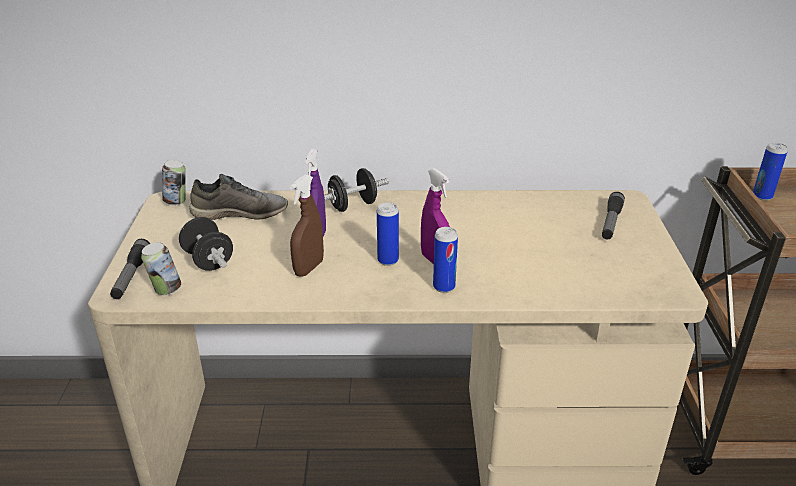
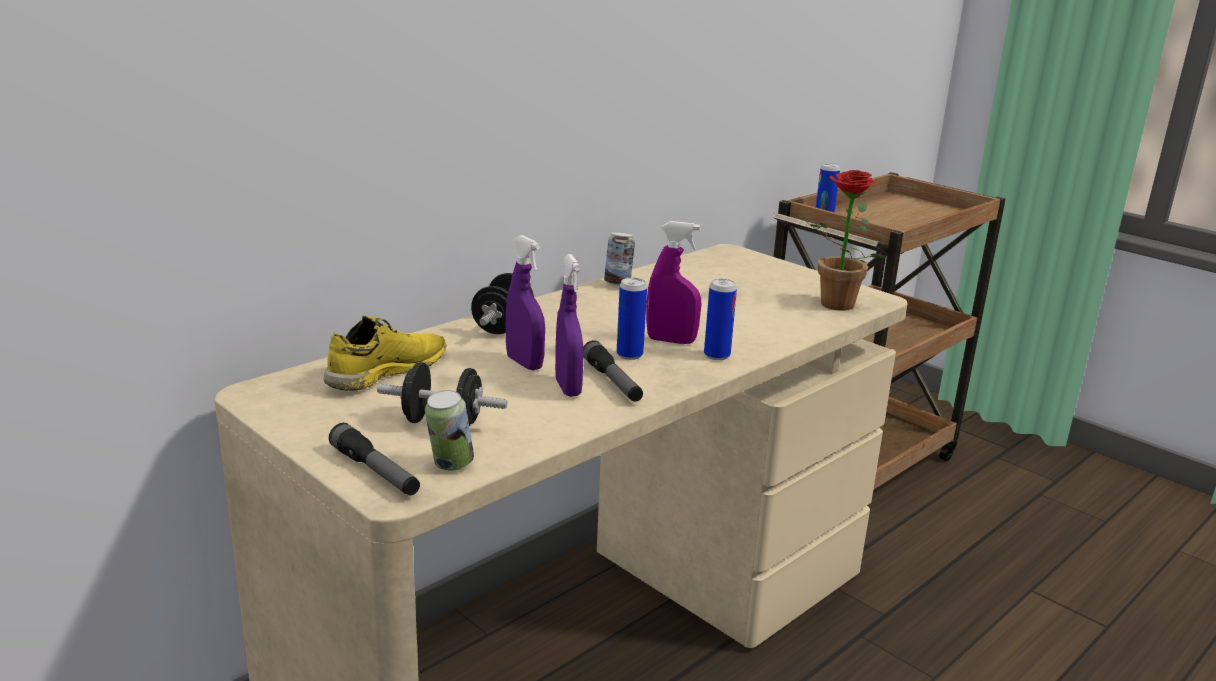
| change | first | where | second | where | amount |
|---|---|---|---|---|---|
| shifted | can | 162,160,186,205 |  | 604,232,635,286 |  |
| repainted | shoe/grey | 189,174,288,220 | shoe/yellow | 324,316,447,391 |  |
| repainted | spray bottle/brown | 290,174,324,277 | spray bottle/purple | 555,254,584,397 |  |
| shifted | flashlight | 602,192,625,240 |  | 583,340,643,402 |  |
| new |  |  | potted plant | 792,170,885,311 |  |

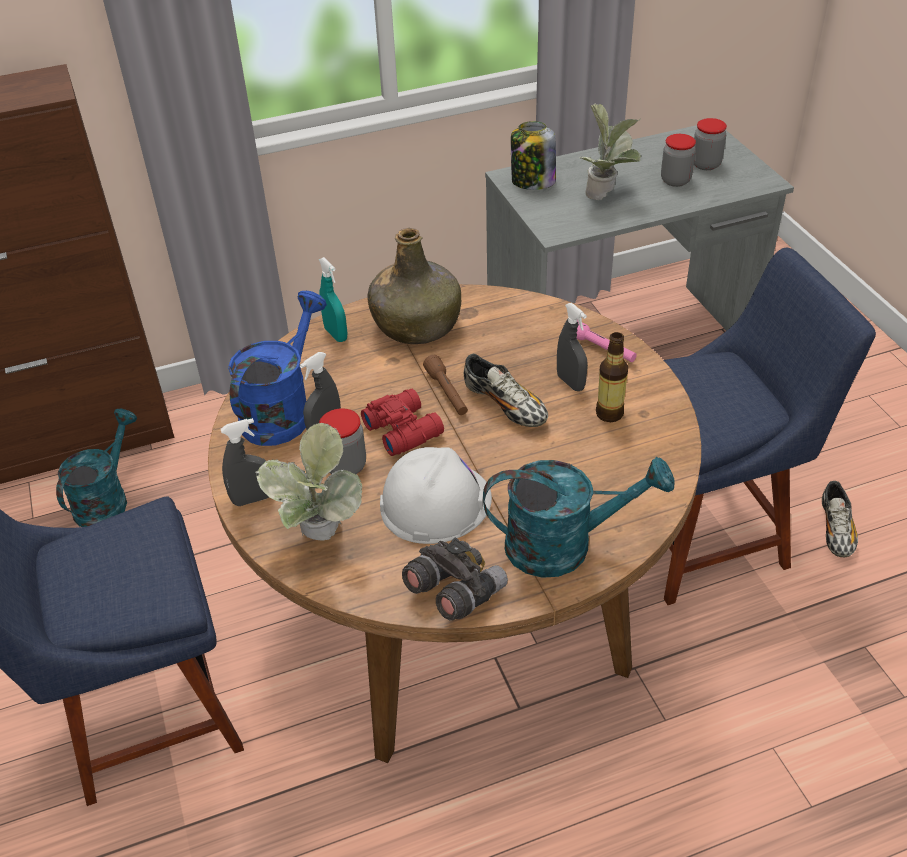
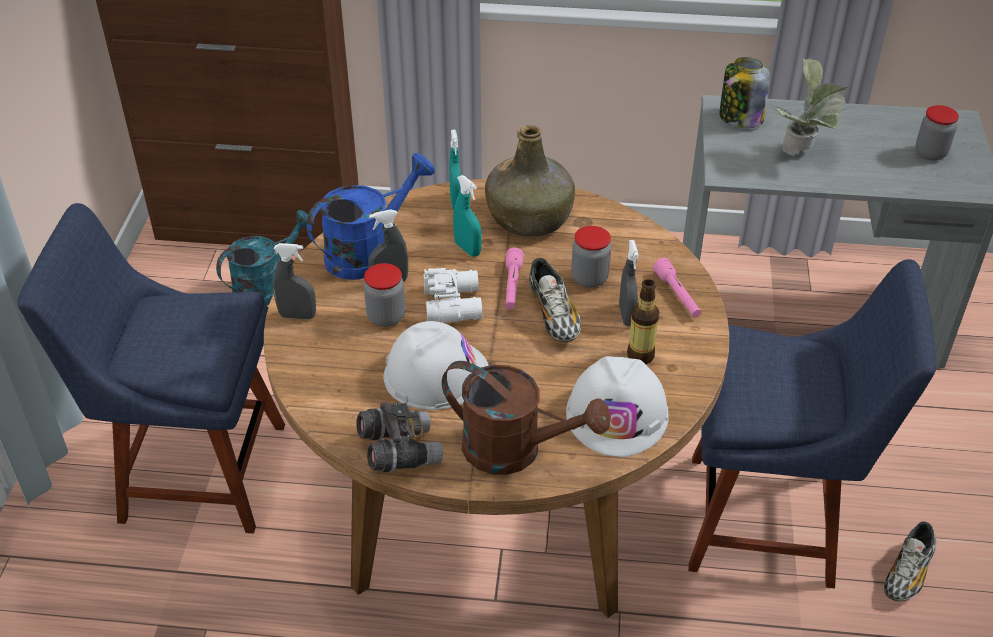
| change | first | where | second | where | amount |
|---|---|---|---|---|---|
| gone | potted plant | 256,423,362,541 |  |  |  |
| repainted | binoculars/red | 361,389,444,456 | binoculars/white | 424,268,482,323 |  |
| repainted | flashlight/brown | 423,355,468,415 | flashlight/pink | 505,248,524,310 |  |
| repainted | watering can/turquoise | 483,457,675,578 | watering can/brown | 442,361,611,475 |  |
| shifted | jar | 661,134,696,187 |  | 571,226,611,288 |  |
| new |  |  | spray bottle/turquoise | 453,175,482,257 |  |
| new |  |  | hard hat/white | 566,356,669,457 |  |

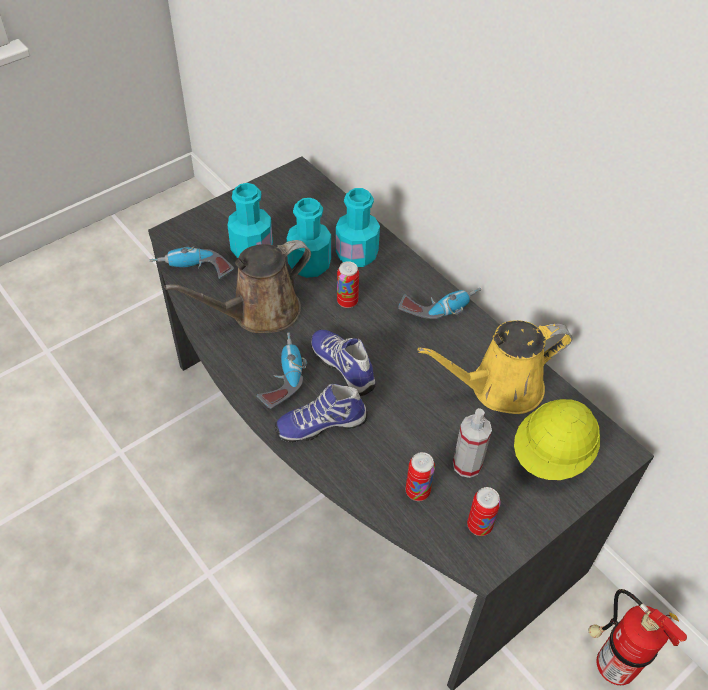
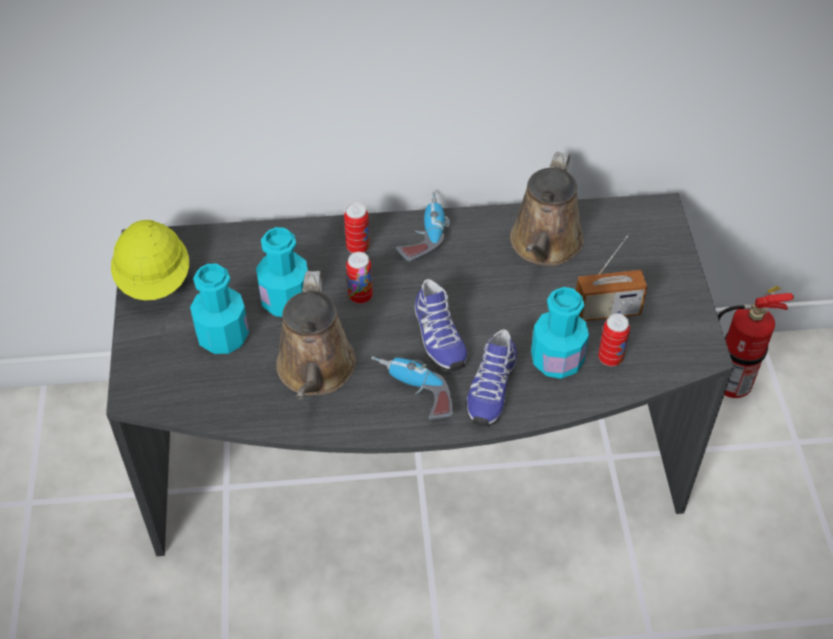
| change | first | where | second | where | amount |
|---|---|---|---|---|---|
| gone | power drill | 150,246,234,279 |  |  |  |
| rotated | shoe | 311,329,376,396 |  | 414,279,467,371 | 105 degrees counterclockwise |
| shifted | bottle/turquoise | 336,188,380,267 |  | 531,287,589,379 |  |
| repainted | watering can/yellow | 418,320,572,414 | watering can/brown | 510,152,584,266 |  |
| swapped | spray bottle | 453,408,492,478 | radio | 576,235,647,321 |  |
| shifted | can | 467,487,501,536 |  | 344,203,370,253 |  |
| shifted | hard hat/yellow | 514,399,600,480 |  | 111,220,189,300 |  |

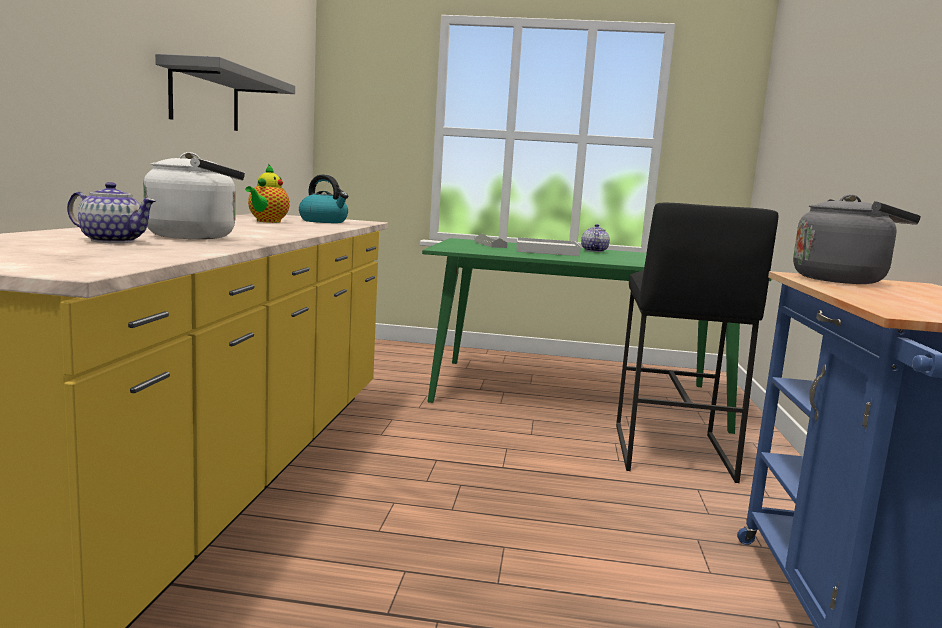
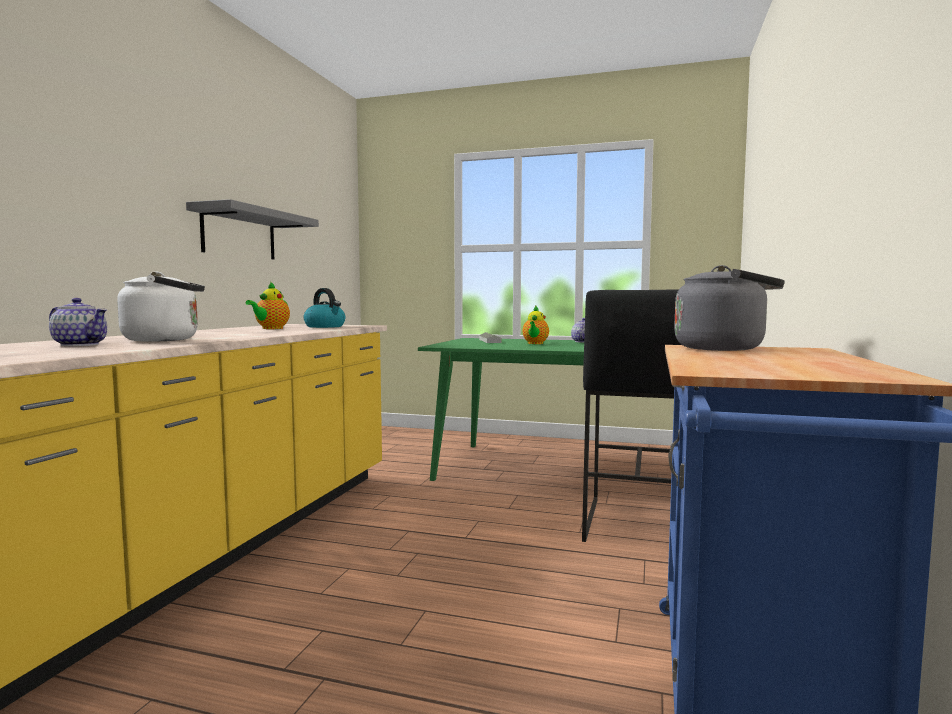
| change | first | where | second | where | amount |
|---|---|---|---|---|---|
| swapped | tray/white | 516,237,581,256 | teapot | 522,306,549,344 |  |

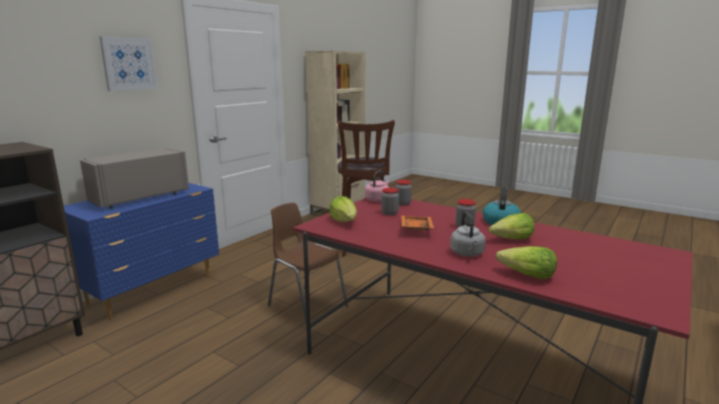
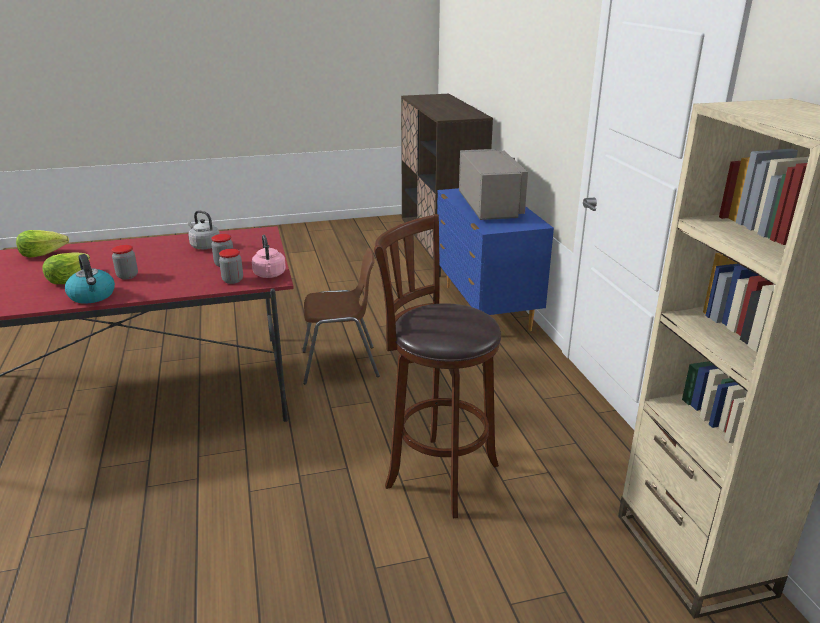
| change | first | where | second | where | amount |
|---|---|---|---|---|---|
| gone | picture | 99,36,158,91 |  |  |  |
| gone | lettuce | 329,196,357,222 |  |  |  |
| gone | tray/orange | 401,215,434,231 |  |  |  |
| shifted | kettle/grey | 450,212,486,257 |  | 188,210,220,249 |  |

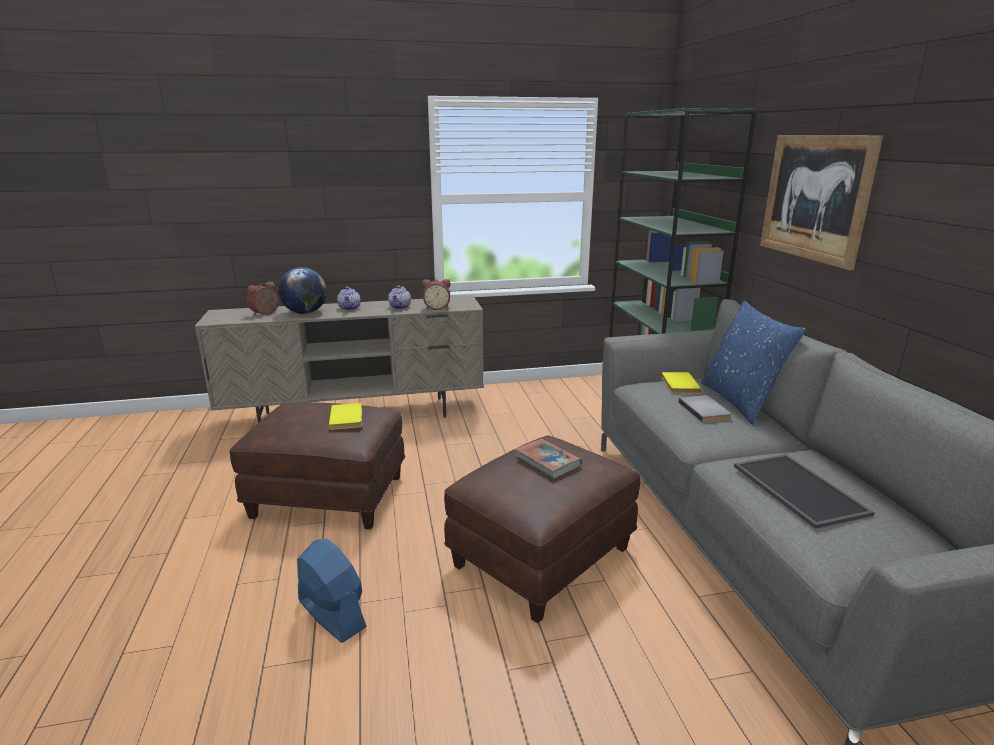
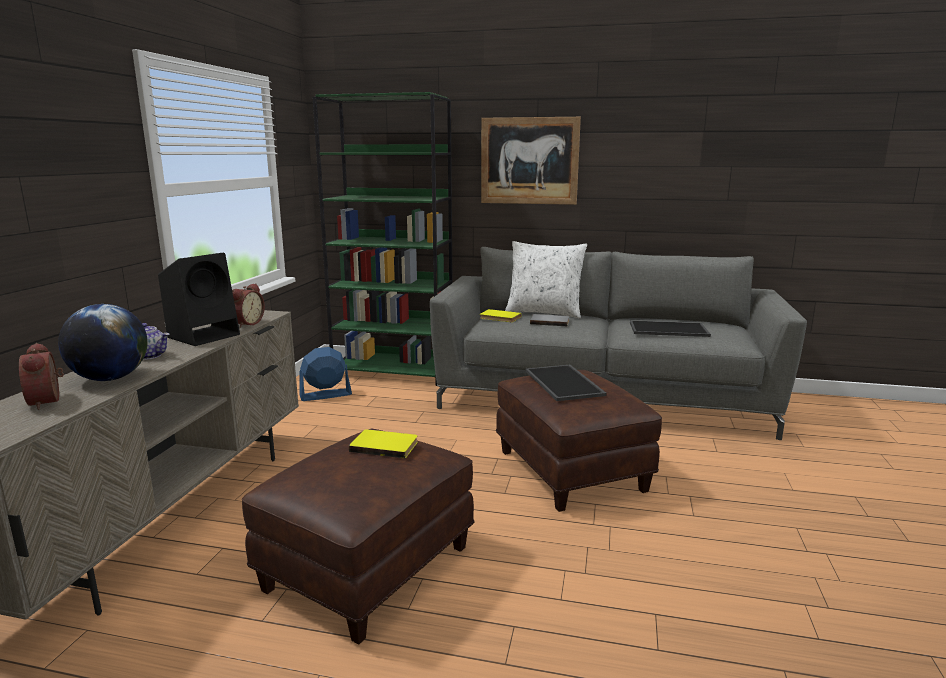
| change | first | where | second | where | amount |
|---|---|---|---|---|---|
| shifted | fan/blue | 297,539,367,643 |  | 299,347,352,401 |  |
| swapped | teapot | 388,286,411,309 | speaker/black | 158,253,240,346 |  |
| swapped | book | 515,439,582,479 | tray | 525,365,607,401 |  |
| repainted | pillow/blue | 701,301,806,424 | pillow/white | 505,241,587,318 |  |

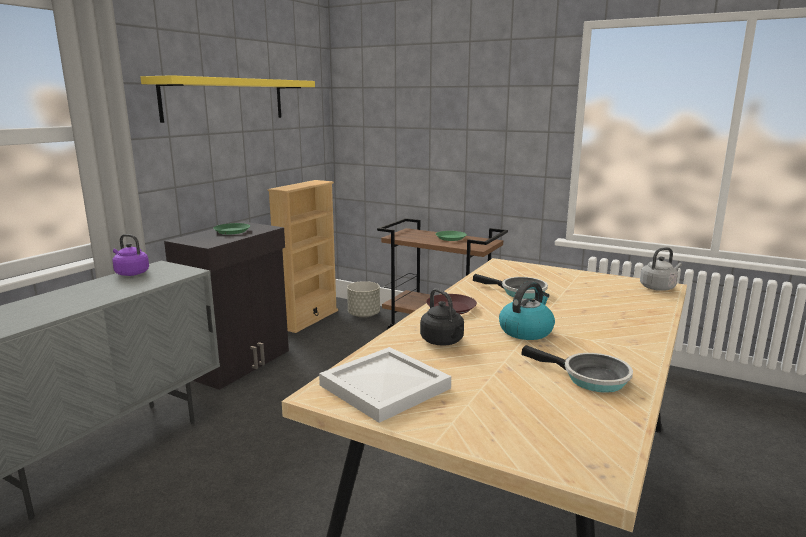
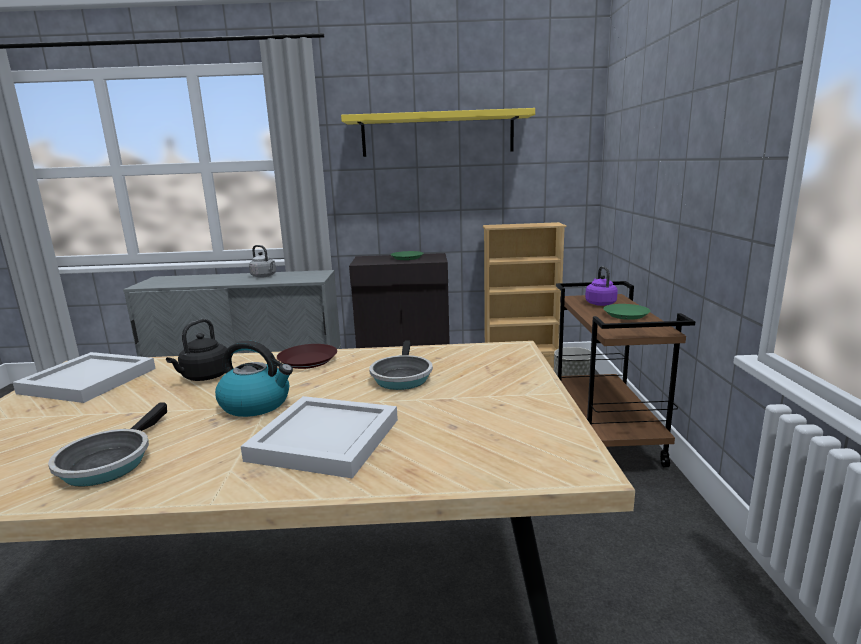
| change | first | where | second | where | amount |
|---|---|---|---|---|---|
| shifted | kettle/purple | 112,234,149,276 |  | 585,266,618,306 |  |
| shifted | kettle/grey | 640,247,682,291 |  | 249,245,276,278 |  |
| new |  |  | tray/white | 241,396,398,479 |  |

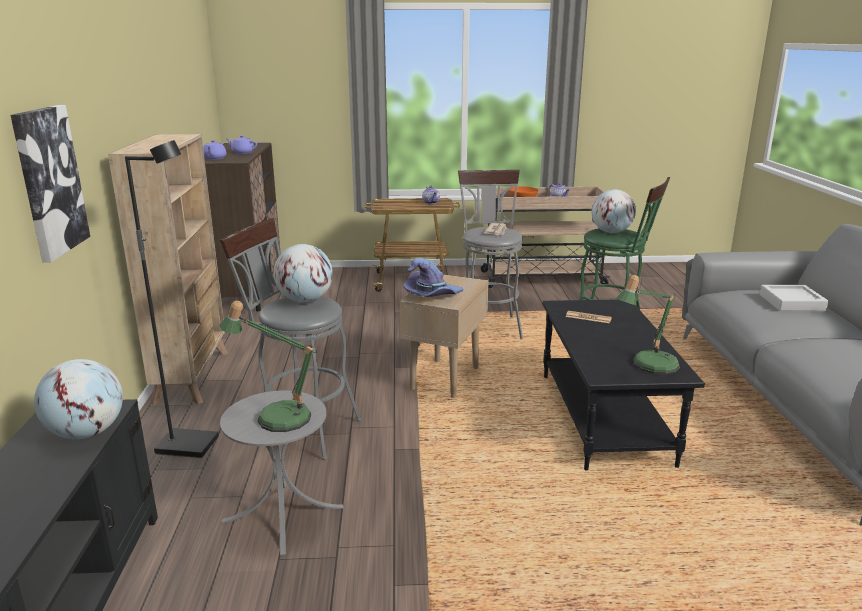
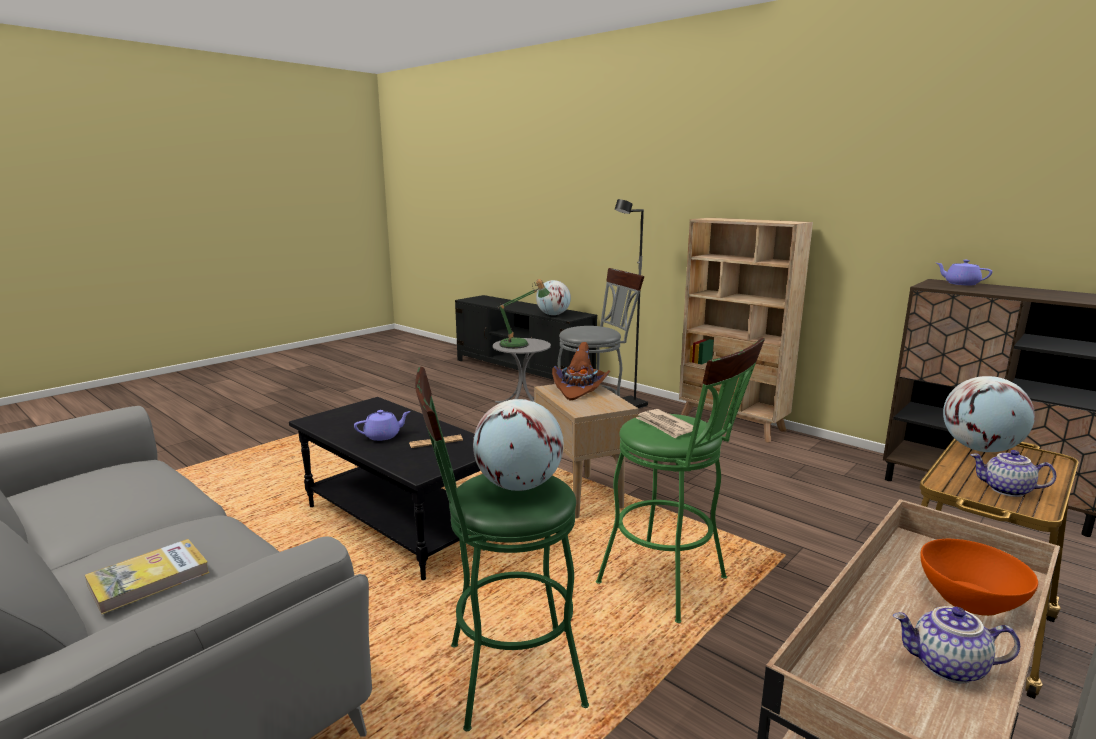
| change | first | where | second | where | amount |
|---|---|---|---|---|---|
| gone | picture | 10,105,90,263 |  |  |  |
| shifted | teapot/purple | 226,135,257,154 |  | 354,410,411,441 |  |
| shifted | globe | 274,244,333,303 |  | 943,376,1035,452 |  |
| repainted | hat/purple | 404,258,463,297 | hat/brown | 552,342,610,401 |  |
| repainted | stool/grey | 458,170,523,341 | stool/green | 596,338,765,623 |  |
| gone | table lamp | 616,275,680,375 |  |  |  |
| swapped | tray/grey | 759,285,828,311 | book | 85,539,210,614 |  |

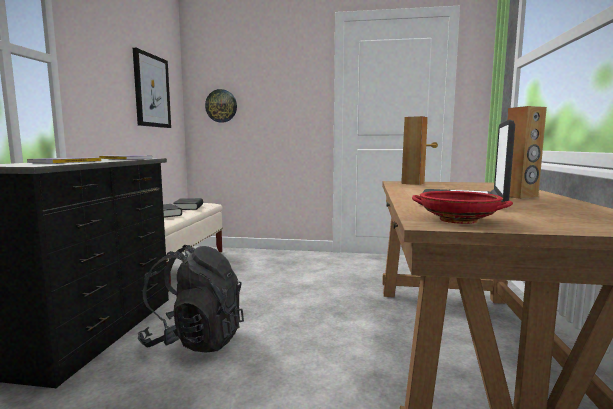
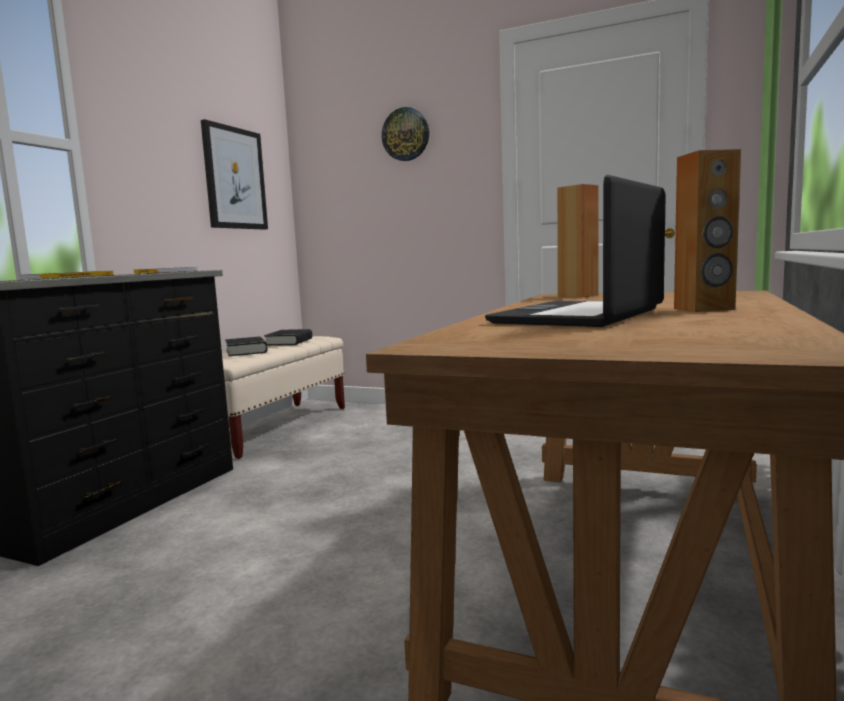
| change | first | where | second | where | amount |
|---|---|---|---|---|---|
| gone | backpack/black | 138,245,244,353 |  |  |  |
| shifted | wall clock | 205,89,237,123 |  | 382,107,429,161 |  |
| gone | bowl/red | 412,191,513,224 |  |  |  |

